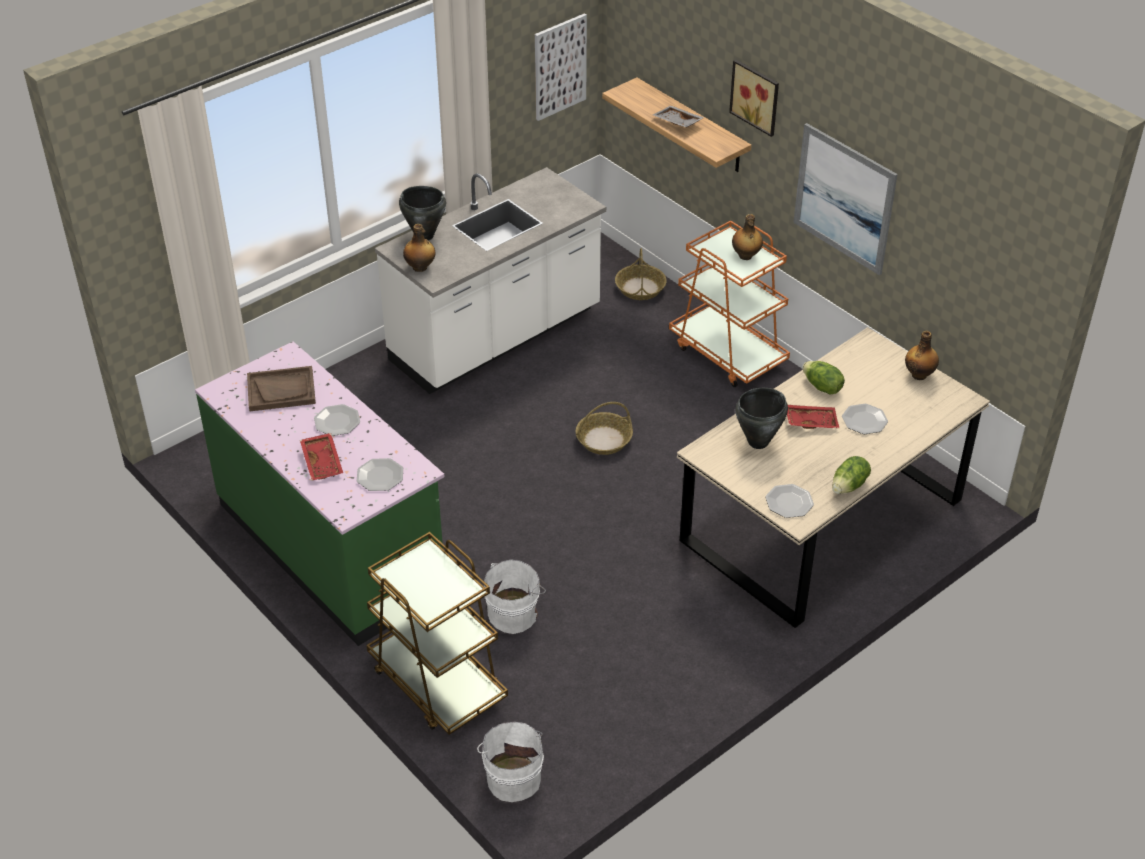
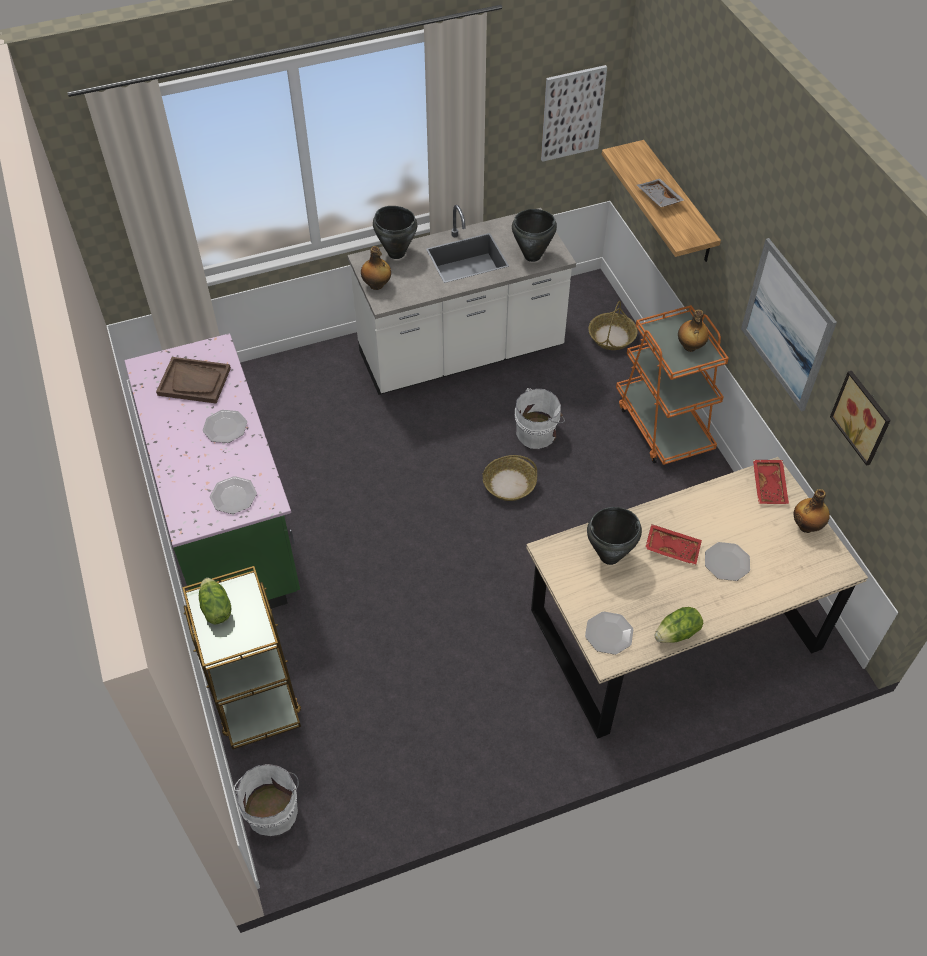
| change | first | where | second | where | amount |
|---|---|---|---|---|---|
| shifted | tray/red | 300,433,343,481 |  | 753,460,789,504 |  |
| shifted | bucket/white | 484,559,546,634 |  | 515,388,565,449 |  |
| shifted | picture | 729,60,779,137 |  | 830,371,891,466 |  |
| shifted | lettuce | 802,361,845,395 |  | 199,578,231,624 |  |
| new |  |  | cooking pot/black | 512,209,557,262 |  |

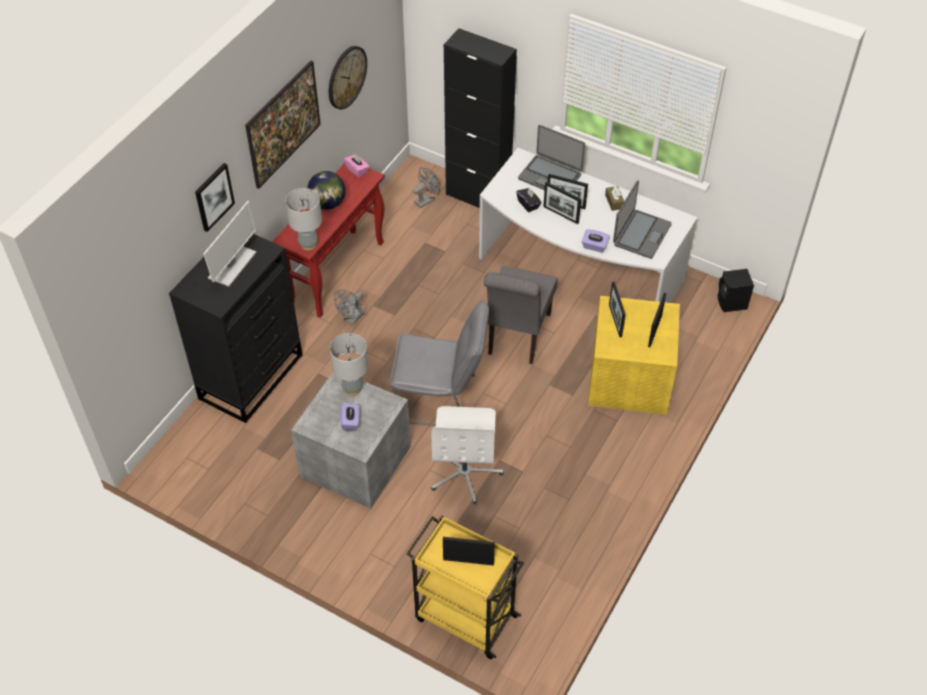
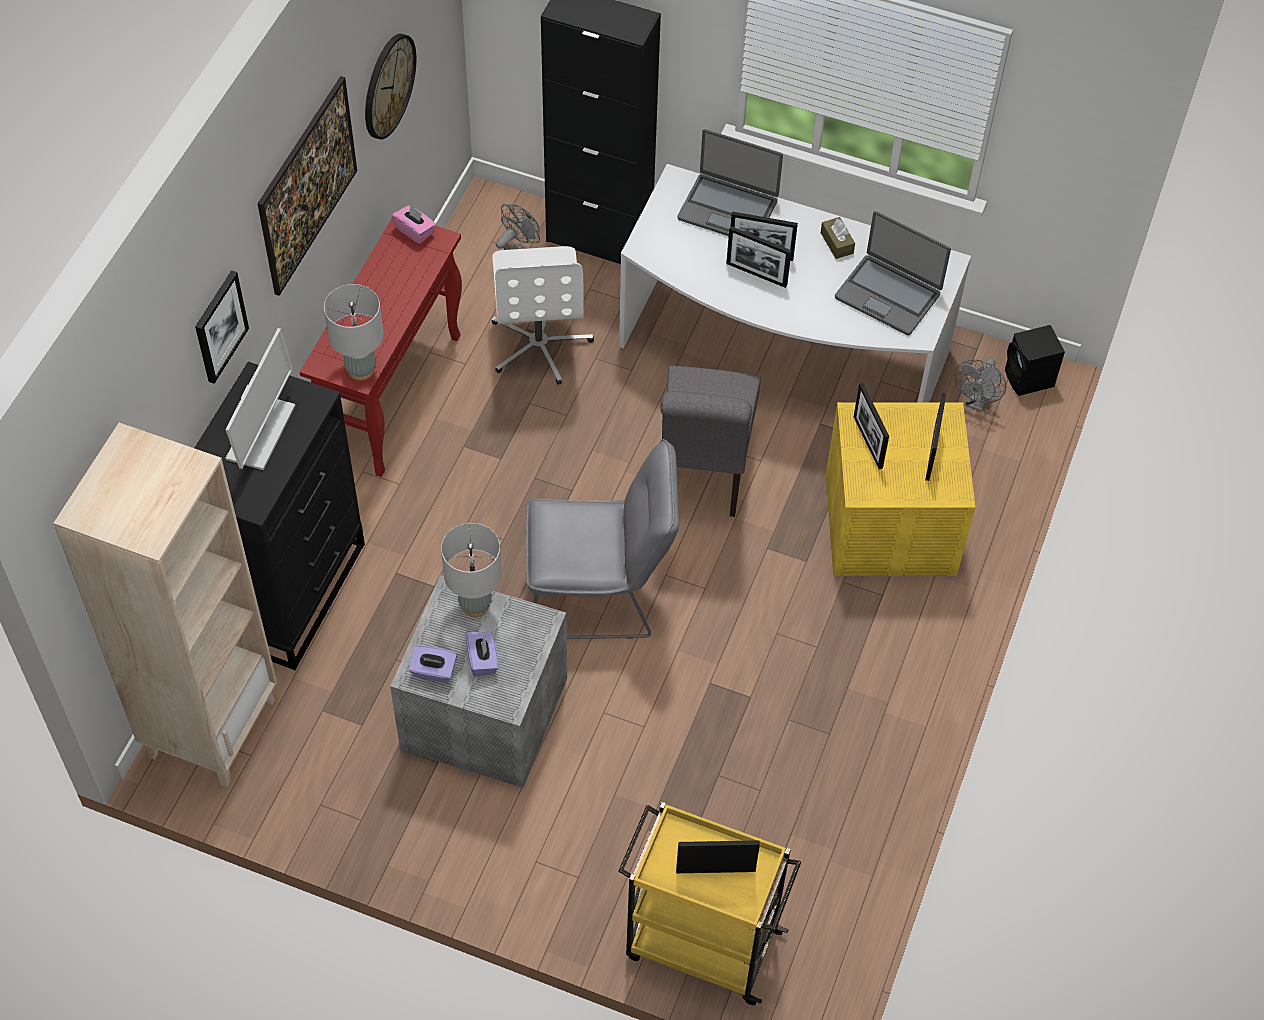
| change | first | where | second | where | amount |
|---|---|---|---|---|---|
| gone | globe | 307,171,346,210 |  |  |  |
| shifted | fan/grey | 334,289,365,325 |  | 954,358,1006,412 |  |
| shifted | office chair/white | 431,406,504,504 |  | 492,246,594,385 |  |
| gone | tissue box/black | 516,188,541,212 |  |  |  |
| shifted | tissue box/purple | 582,230,610,252 |  | 409,645,457,683 |  |
| rotated | laptop | 613,180,672,259 |  | 835,211,951,335 | 105 degrees clockwise |
| new |  |  | bookcase/beige | 53,423,277,787 |  |

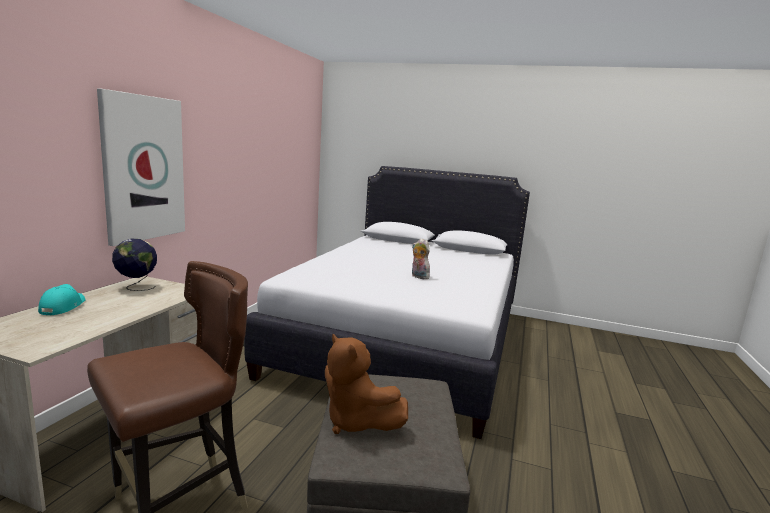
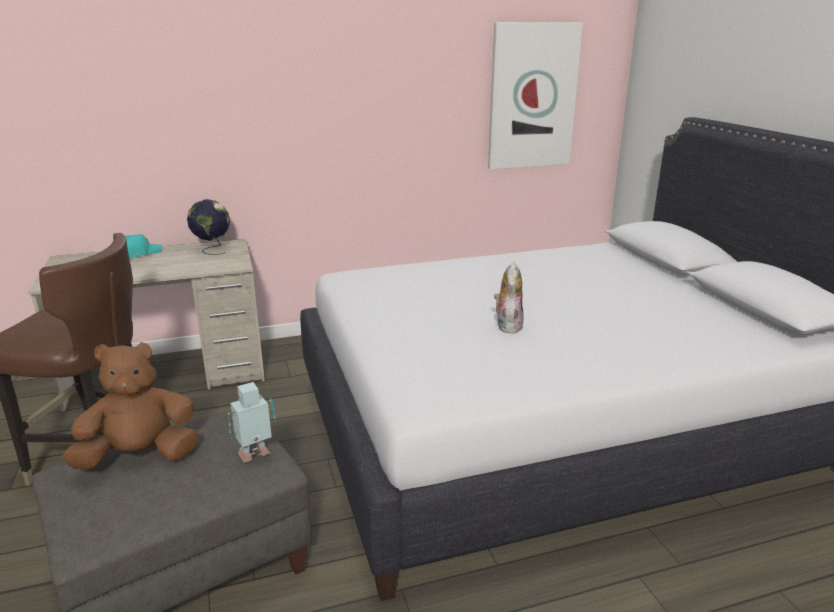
| change | first | where | second | where | amount |
|---|---|---|---|---|---|
| shifted | picture | 97,88,185,246 |  | 488,22,583,169 |  |
| rotated | plush toy/brown | 325,334,408,434 |  | 62,342,199,470 | 60 degrees clockwise |
| new |  |  | toy robot | 227,382,275,463 |  |

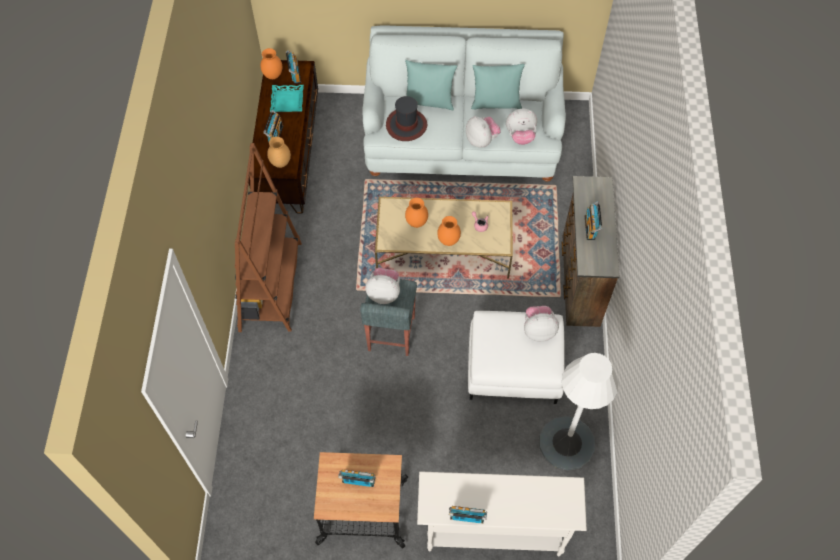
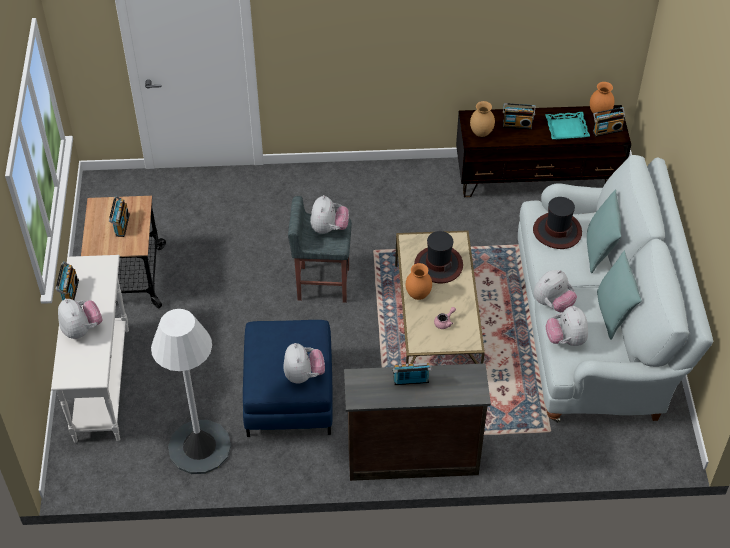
| change | first | where | second | where | amount |
|---|---|---|---|---|---|
| gone | bookcase/brown | 235,143,302,332 |  |  |  |
| swapped | vase/orange | 405,198,428,228 | hat | 414,231,463,283 |  |
| repainted | ottoman/white | 468,311,565,404 | ottoman/blue | 243,320,333,437 |  |
| new |  |  | plush toy | 58,298,103,339 |  |

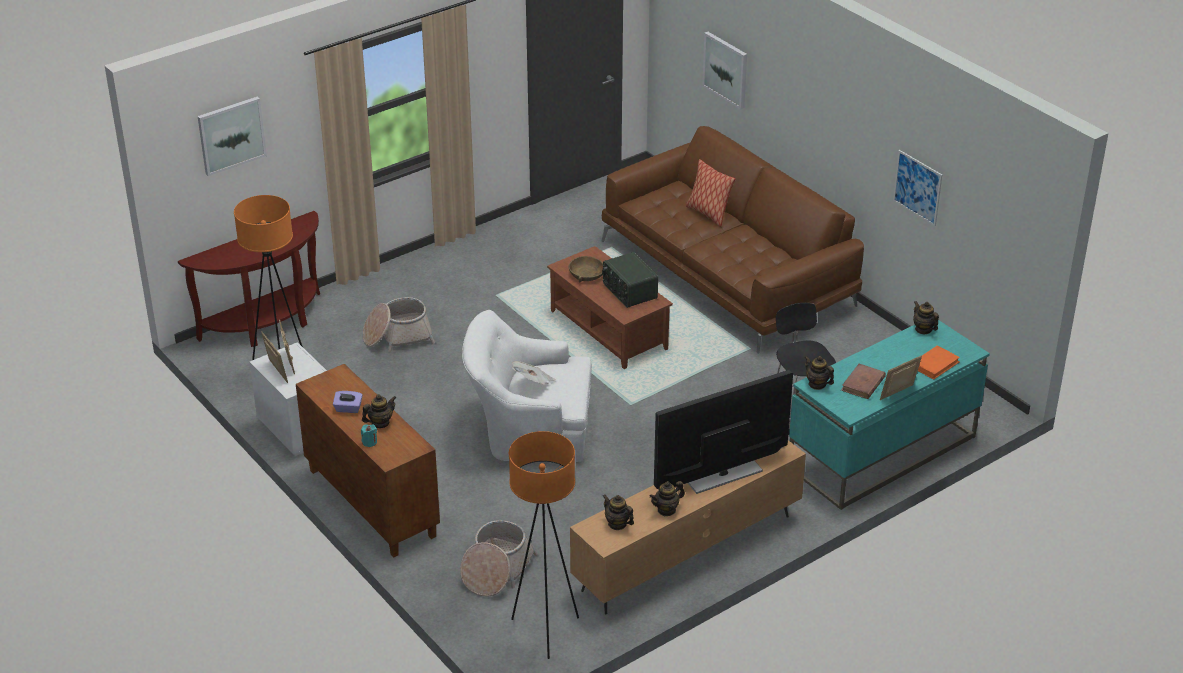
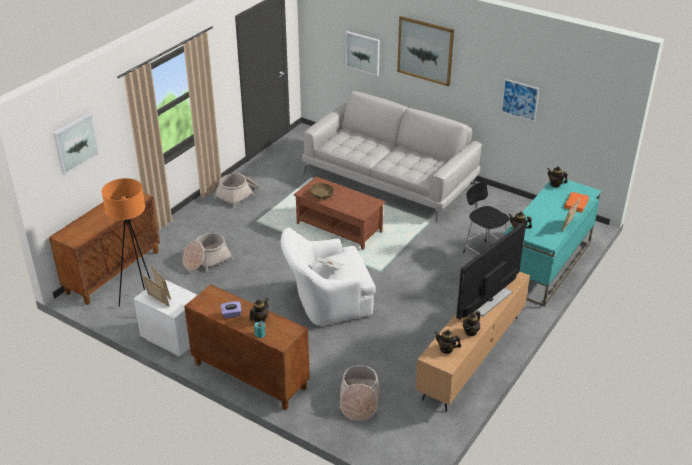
| change | first | where | second | where | amount |
|---|---|---|---|---|---|
| swapped | console table/brown | 178,211,320,347 | cabinet/brown | 49,193,160,305 |  |
| gone | floor lamp/orange | 509,431,579,659 |  |  |  |
| repainted | sofa/brown | 602,126,864,353 | sofa/grey | 302,91,482,223 |  |
| gone | radio | 602,252,658,308 |  |  |  |
| gone | pillow | 686,159,735,227 |  |  |  |
| gone | book/brown | 841,364,886,399 |  |  |  |
| new |  |  | basket | 214,171,258,208 |  |
| new |  |  | picture | 397,16,454,87 |  |

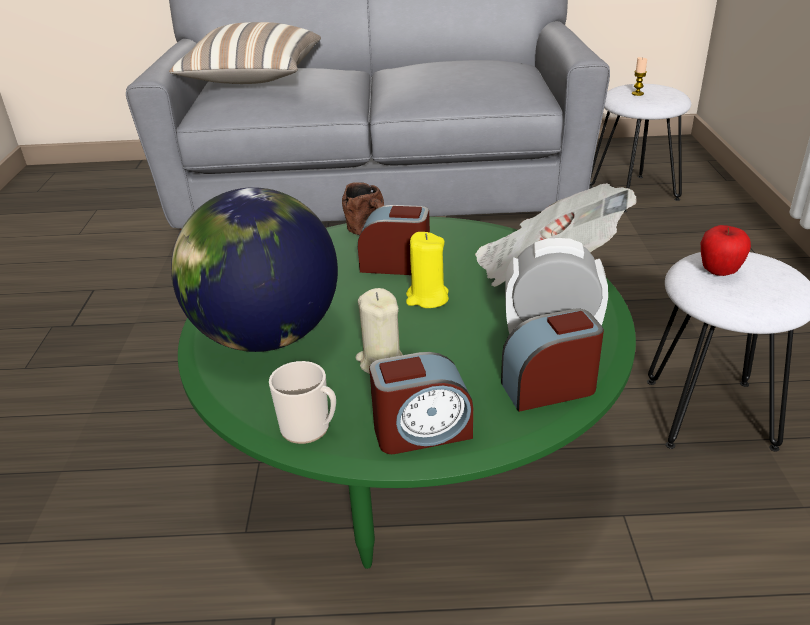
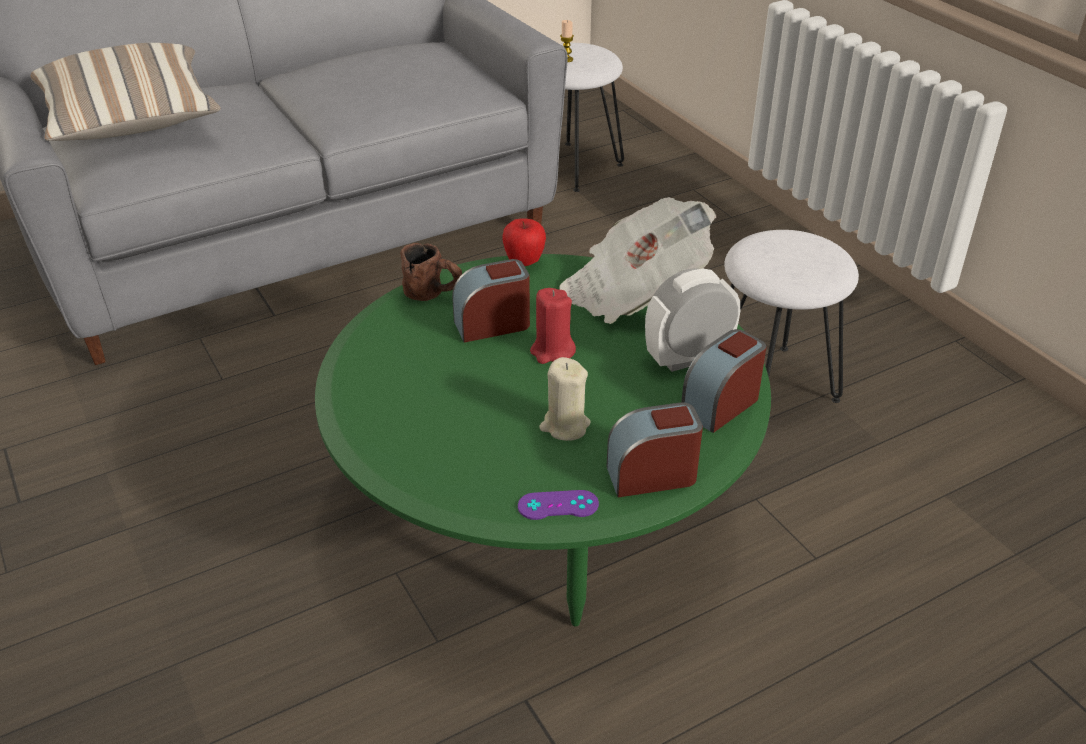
| change | first | where | second | where | amount |
|---|---|---|---|---|---|
| gone | globe | 171,187,338,352 |  |  |  |
| swapped | mug | 269,361,336,444 | game controller/purple | 518,490,599,520 |  |
| rotated | alarm clock | 369,352,473,454 |  | 606,402,703,497 | 150 degrees counterclockwise |
| repainted | candle/yellow | 406,232,449,308 | candle/red | 530,288,576,364 |  |
| shifted | apple | 701,225,751,276 |  | 502,218,546,266 |  |

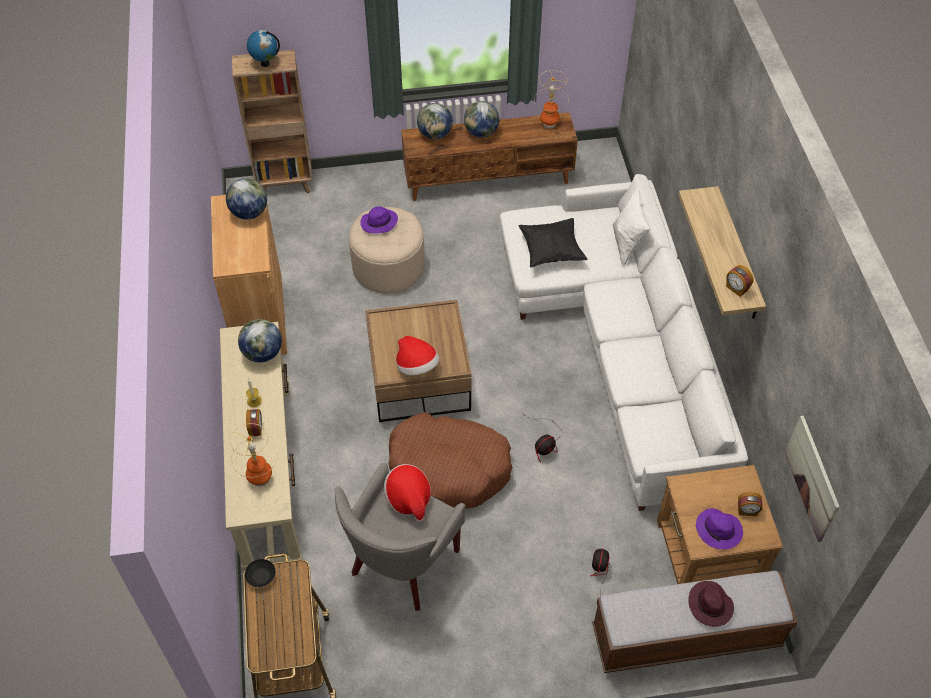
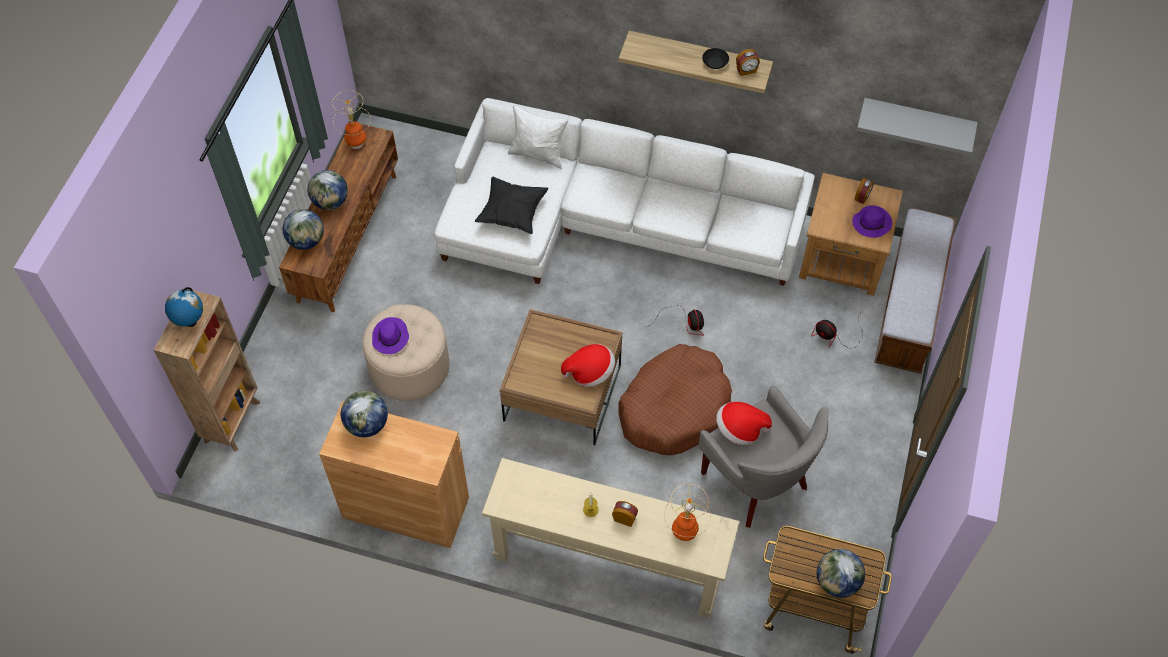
| change | first | where | second | where | amount |
|---|---|---|---|---|---|
| shifted | globe | 238,319,282,363 |  | 817,549,865,598 |  |
| shifted | bowl/black | 245,559,276,587 |  | 702,48,729,69 |  |
| gone | hat/purple | 688,581,734,627 |  |  |  |
| swapped | picture | 785,416,840,542 | shelf/grey | 857,98,978,156 |  |

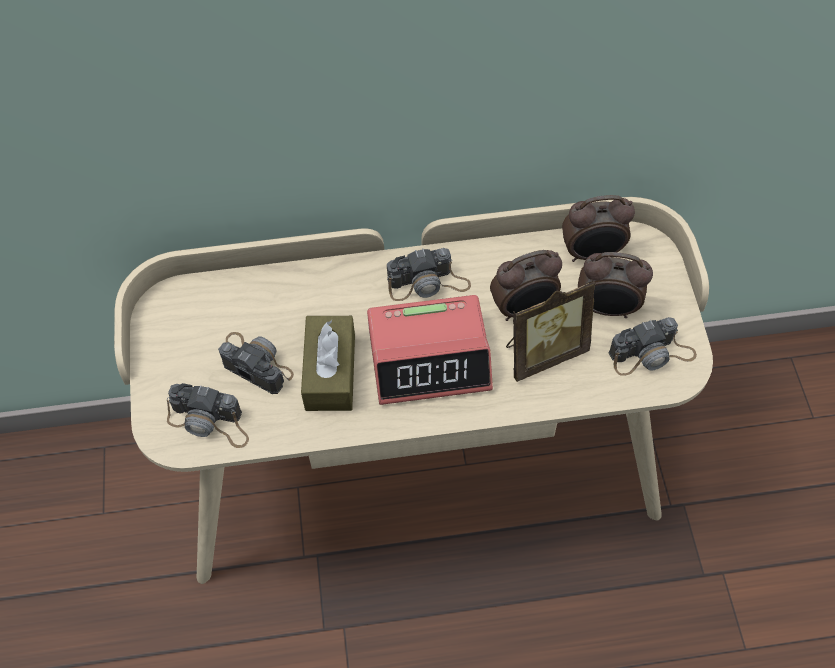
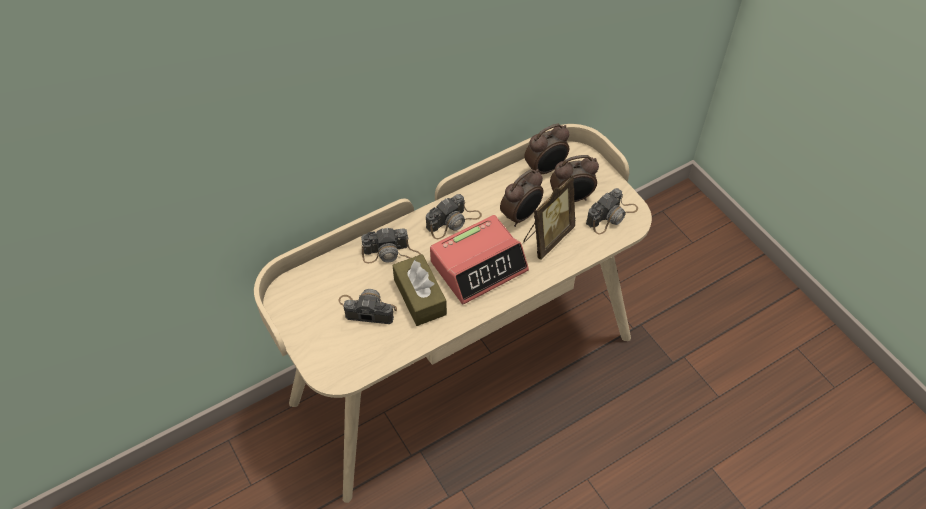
| change | first | where | second | where | amount |
|---|---|---|---|---|---|
| shifted | photo camera | 167,383,249,448 |  | 361,227,421,263 |  |

